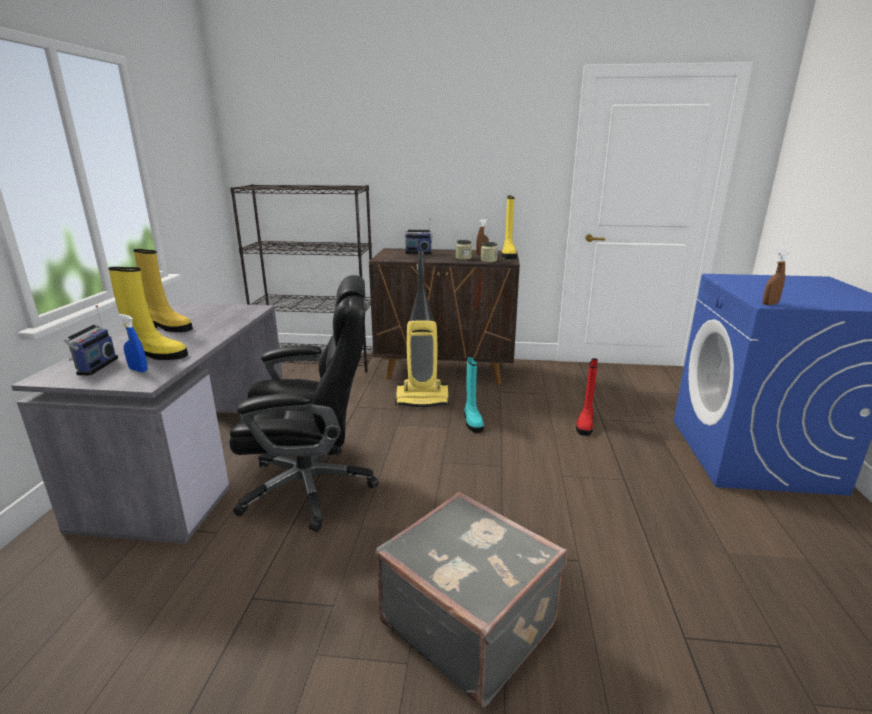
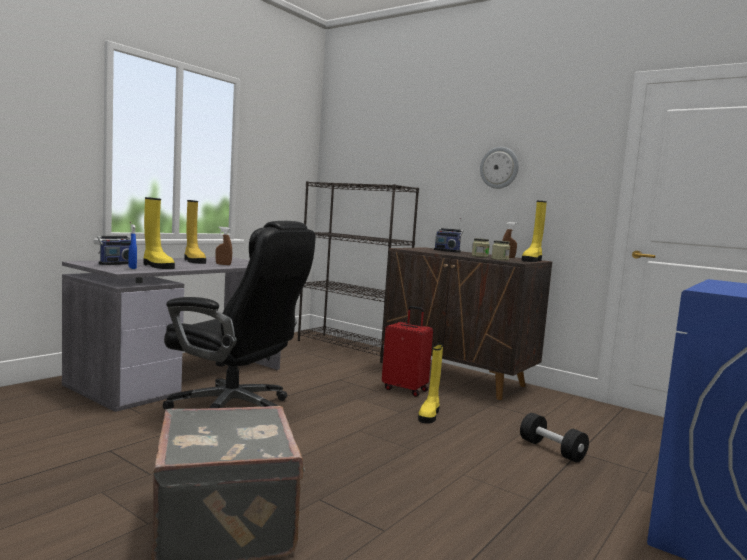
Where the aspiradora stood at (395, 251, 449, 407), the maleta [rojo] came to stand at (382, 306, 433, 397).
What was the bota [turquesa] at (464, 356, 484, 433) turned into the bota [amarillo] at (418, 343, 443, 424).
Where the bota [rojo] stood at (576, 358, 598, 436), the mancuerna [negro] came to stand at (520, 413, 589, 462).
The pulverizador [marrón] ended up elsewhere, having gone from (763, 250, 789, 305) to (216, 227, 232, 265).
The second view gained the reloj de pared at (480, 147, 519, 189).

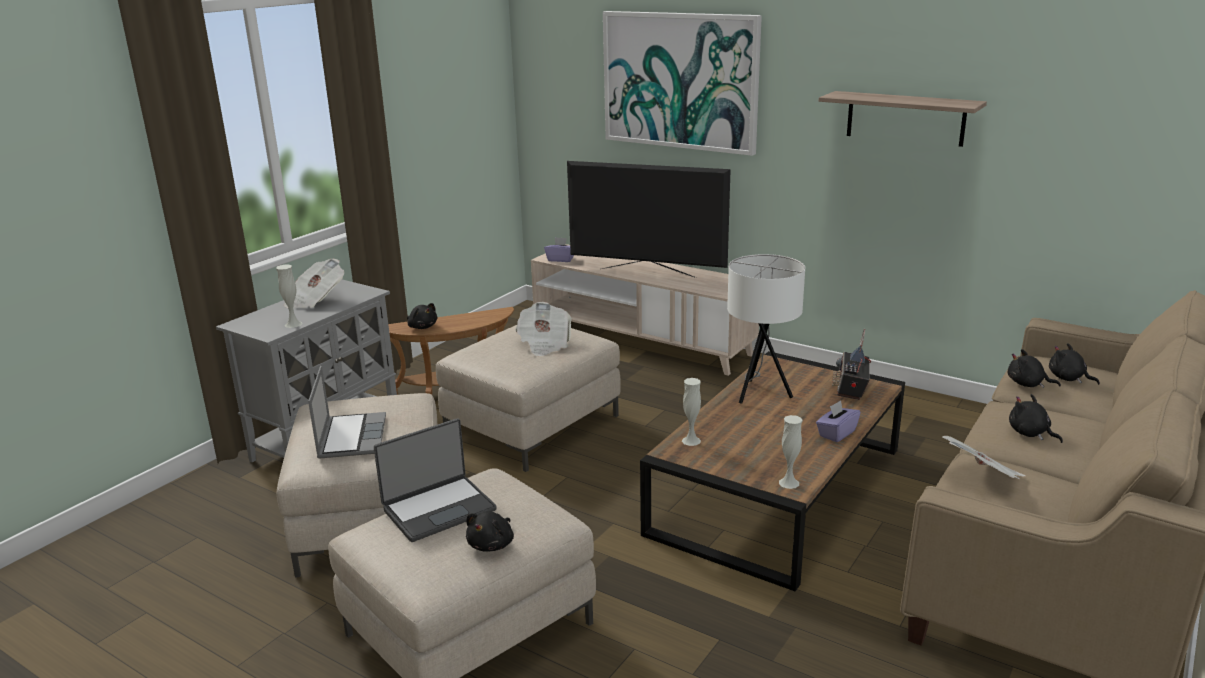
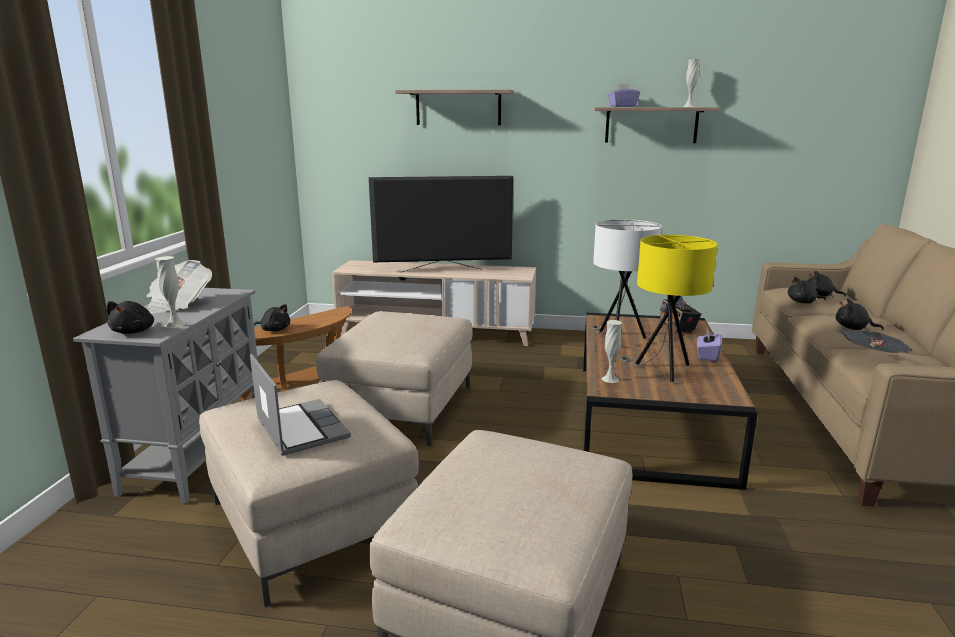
The second view lost the portátil at (374, 418, 497, 542).
The peluche [negro] ended up elsewhere, having gone from (466, 512, 514, 552) to (107, 301, 154, 334).
The second view lost the periódico at (516, 302, 572, 356).
The caja de pañuelos [morado] ended up elsewhere, having gone from (544, 237, 574, 262) to (608, 84, 640, 107).
Where the cuadro hung at (603, 11, 762, 156), the estante came to hang at (395, 90, 514, 125).
The florero [blanco] ended up elsewhere, having gone from (779, 415, 803, 489) to (684, 59, 700, 107).
The second view gained the lámpara de mesa [amarillo] at (620, 235, 718, 382).

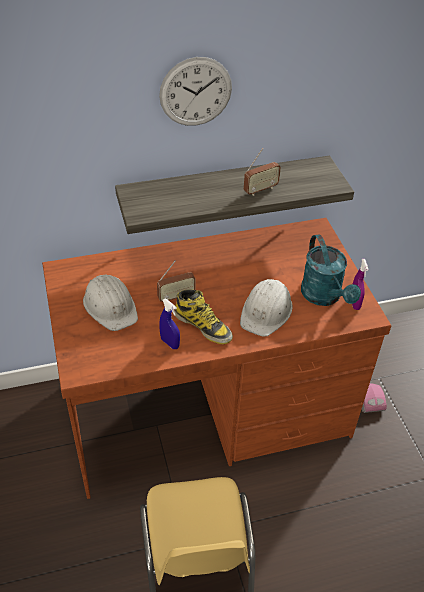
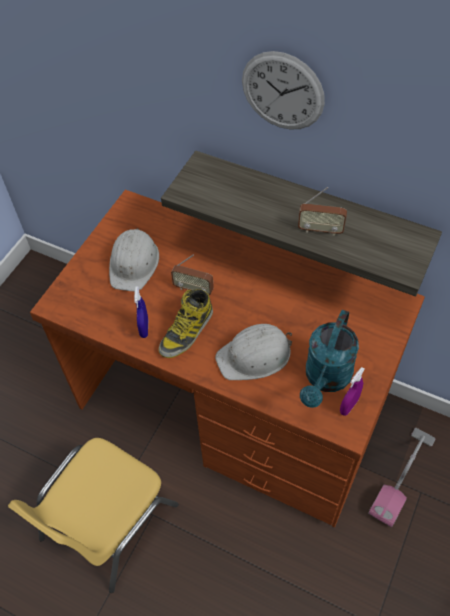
The bota at (174, 289, 233, 344) ended up facing another way, 45 degrees clockwise from before.

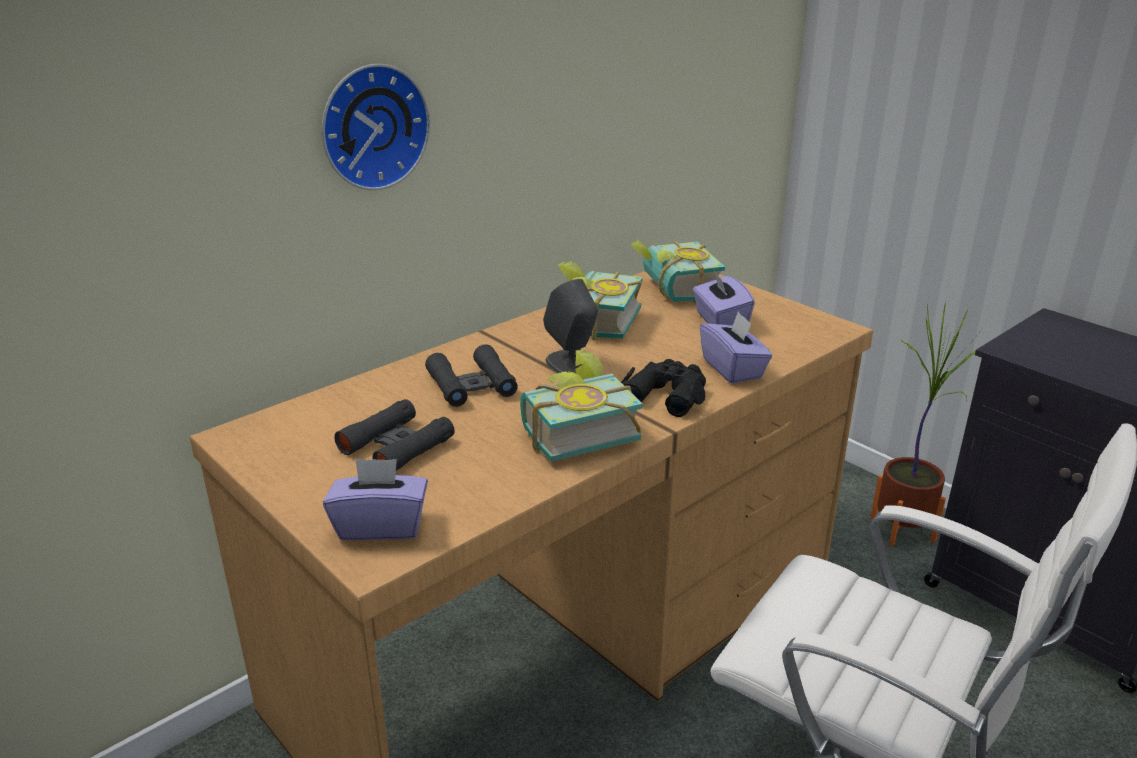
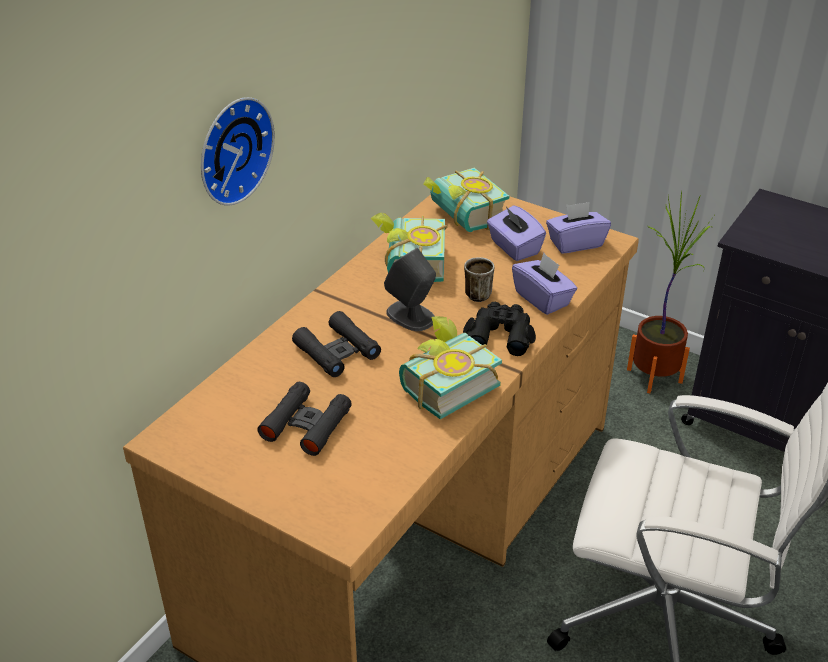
The caja de pañuelos [morado] ended up elsewhere, having gone from (323, 458, 428, 540) to (546, 202, 611, 254).
The second view gained the taza grande at (464, 257, 494, 302).

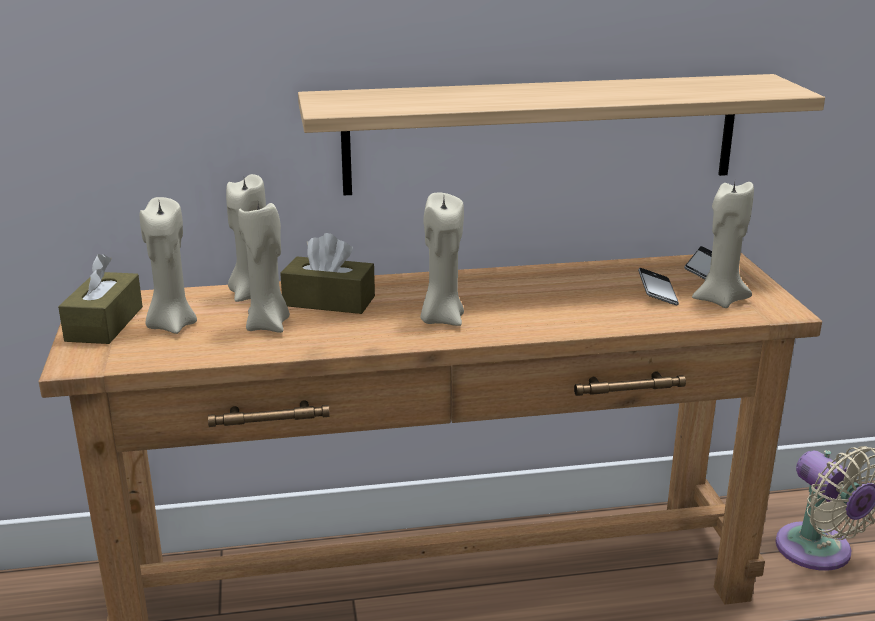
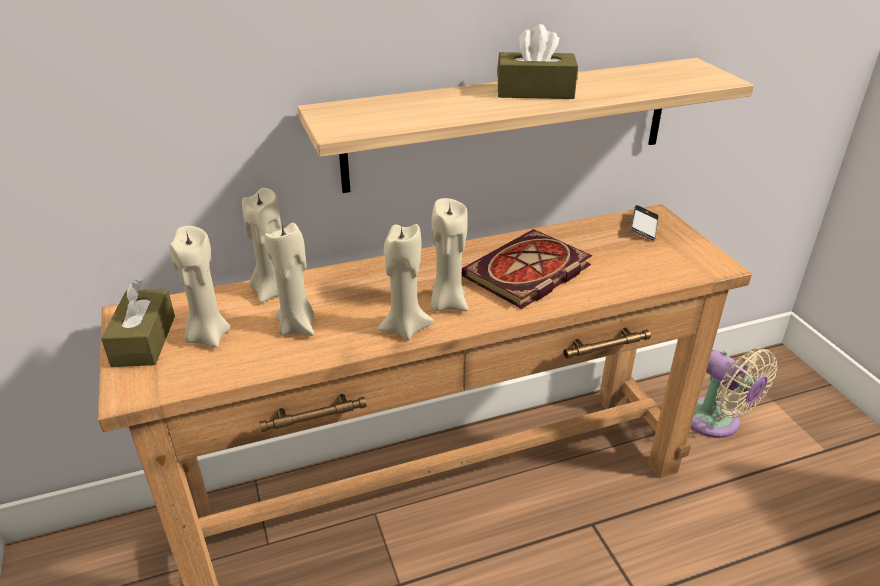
The caja de pañuelos [marrón] ended up elsewhere, having gone from (280, 233, 375, 314) to (497, 24, 578, 99).
The second view lost the móvil at (638, 268, 679, 305).
The vela [beis] ended up elsewhere, having gone from (692, 182, 754, 308) to (377, 224, 434, 340).
The second view gained the libro at (462, 229, 592, 309).

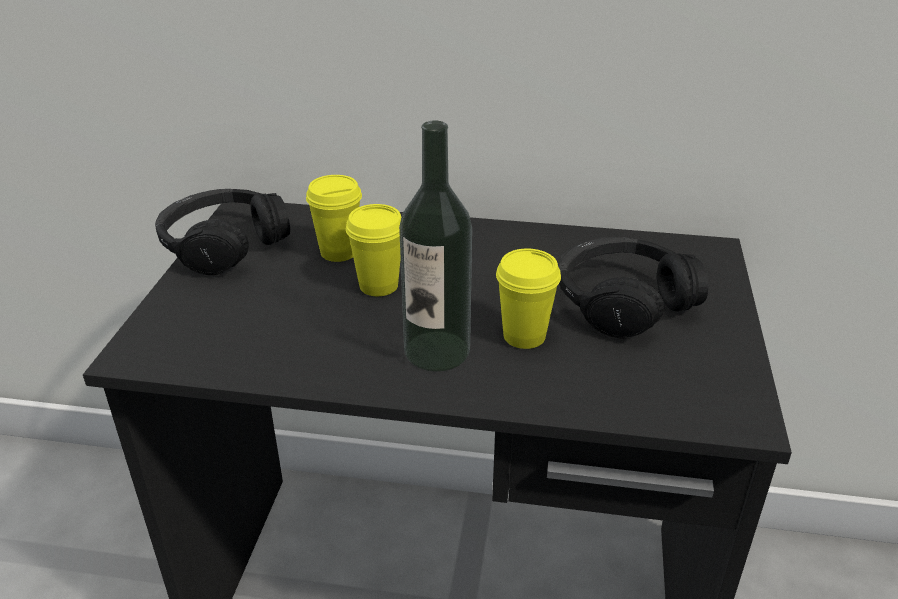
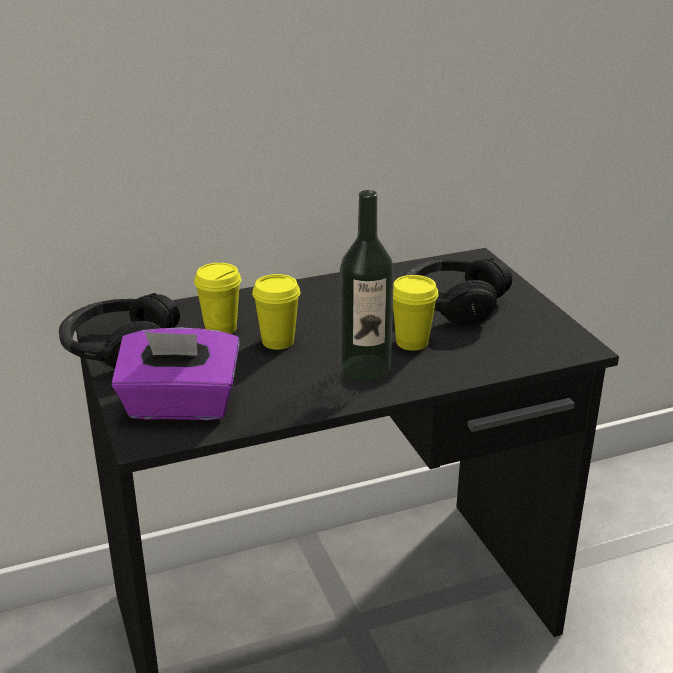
The second view gained the caja de pañuelos [morado] at (111, 327, 240, 420).

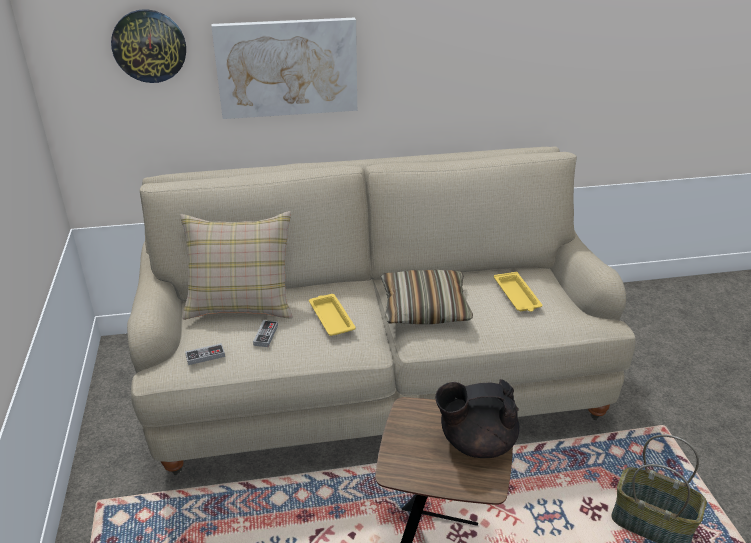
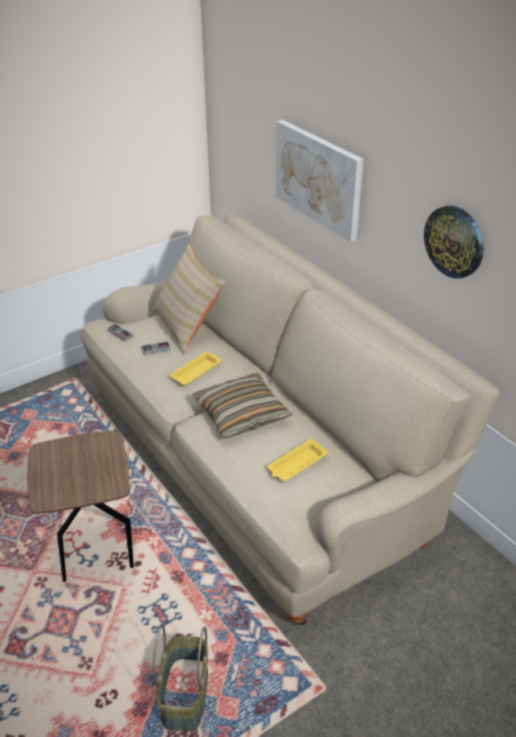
The reloj de pared ended up elsewhere, having gone from (111, 9, 186, 83) to (424, 206, 484, 279).
The second view lost the tetera [negro] at (435, 379, 519, 458).

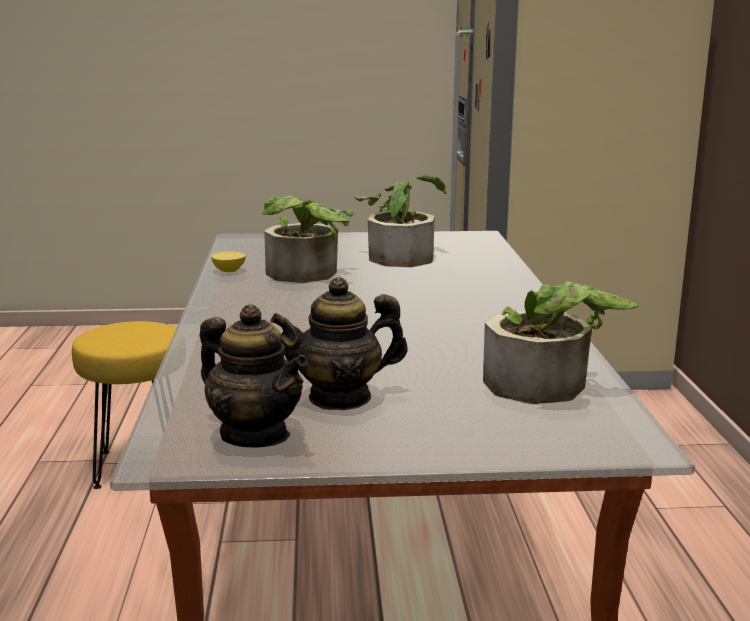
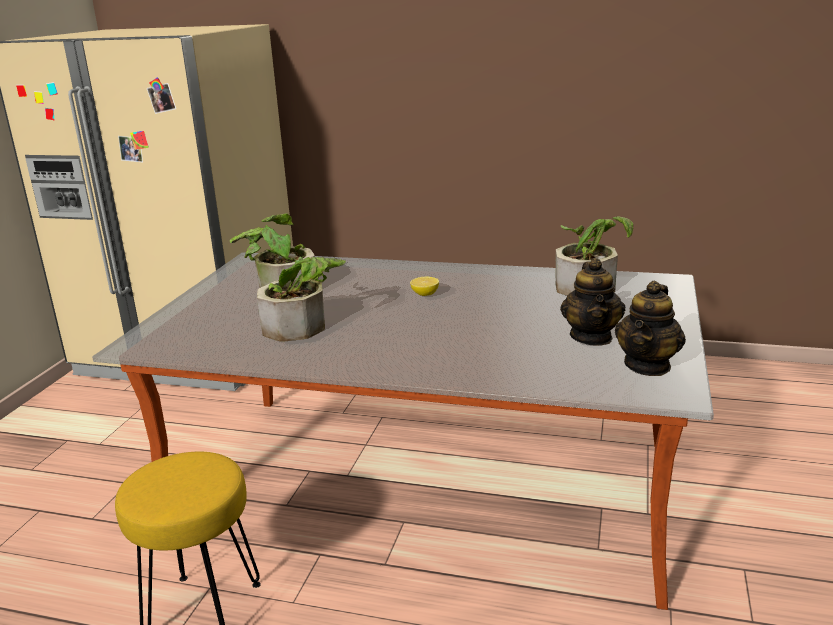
The tetera at (200, 304, 308, 448) ended up facing another way, 150 degrees clockwise from before.
The limón ended up elsewhere, having gone from (211, 251, 246, 272) to (410, 277, 439, 296).

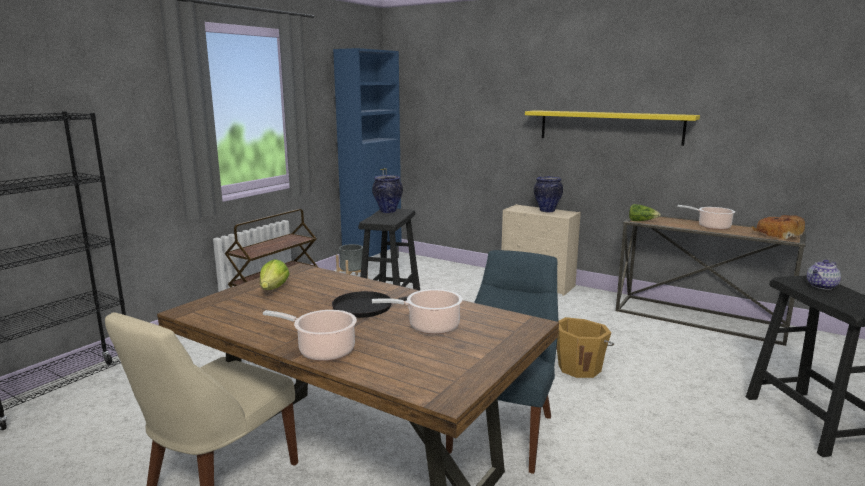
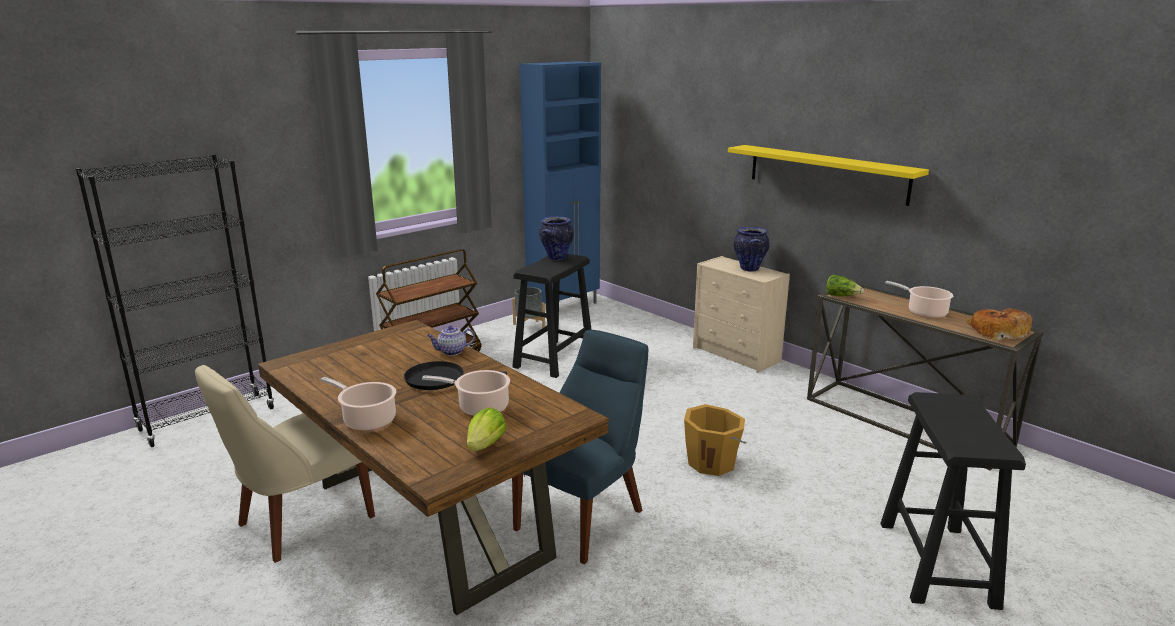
The lechuga ended up elsewhere, having gone from (260, 259, 290, 290) to (467, 408, 507, 451).
The tetera ended up elsewhere, having gone from (807, 260, 841, 290) to (427, 325, 475, 356).

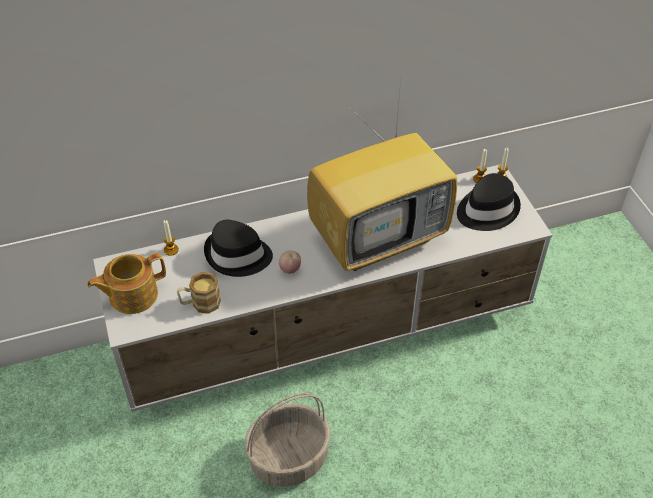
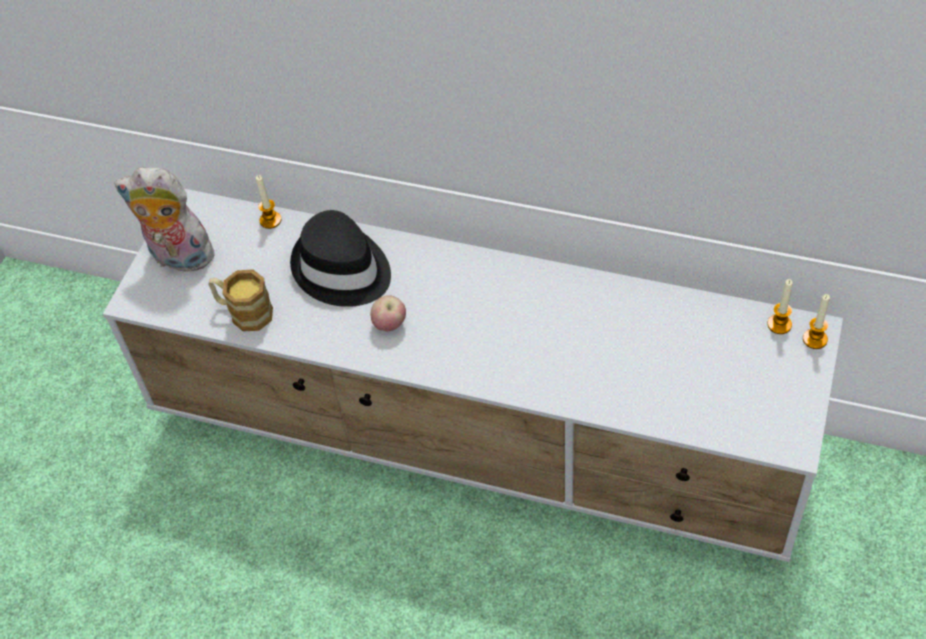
Where the tetera stood at (87, 253, 166, 314), the peluche came to stand at (114, 167, 217, 272).
The second view lost the cesta at (244, 393, 330, 487).
The second view lost the televisor at (307, 81, 457, 271).
The second view lost the sombrero [negro] at (457, 173, 521, 231).

